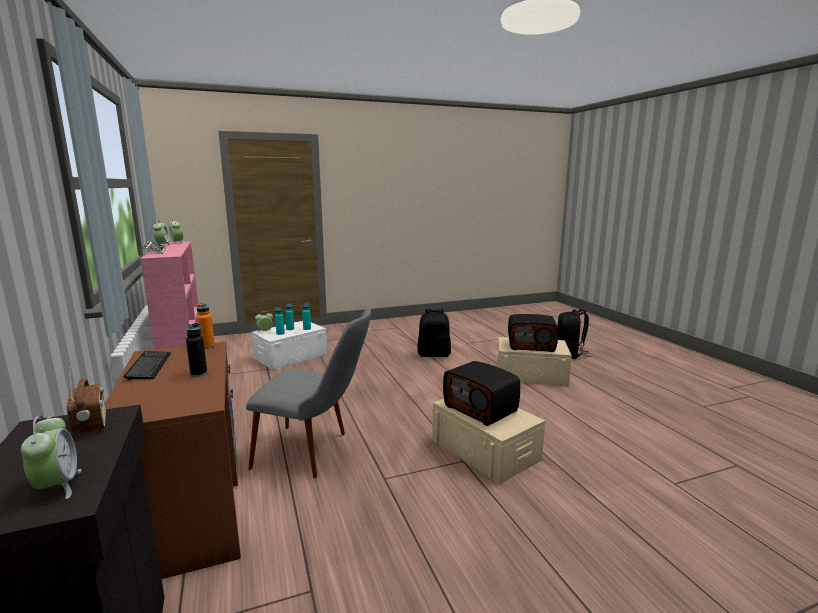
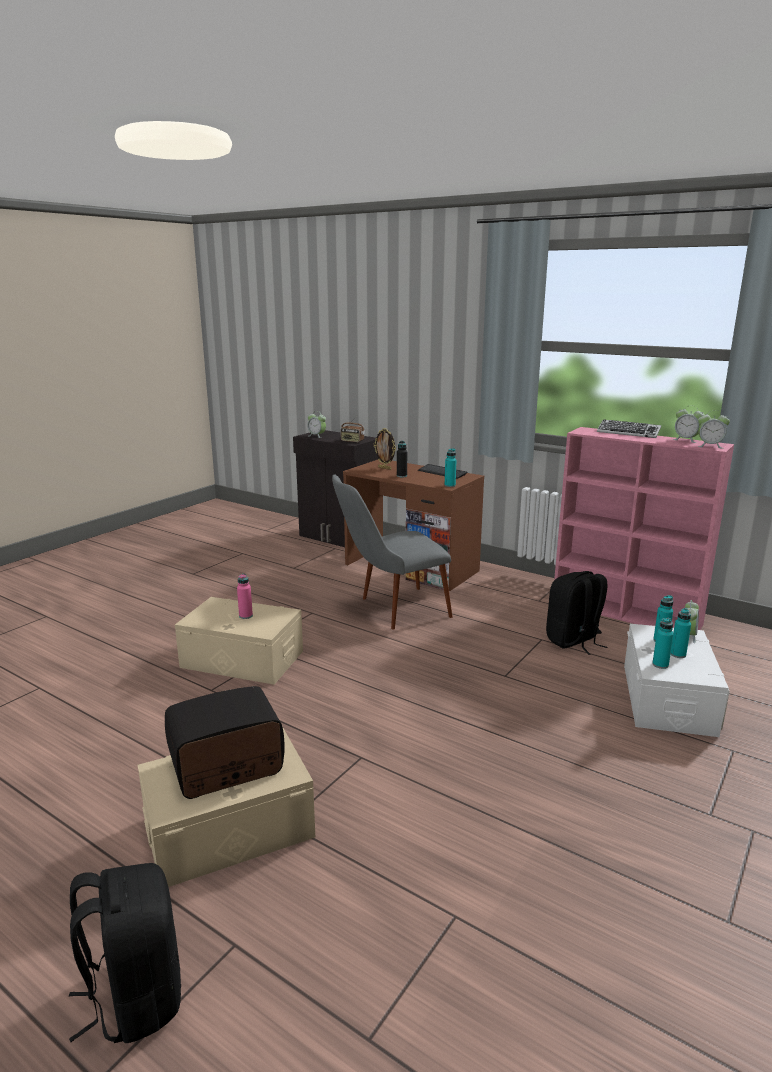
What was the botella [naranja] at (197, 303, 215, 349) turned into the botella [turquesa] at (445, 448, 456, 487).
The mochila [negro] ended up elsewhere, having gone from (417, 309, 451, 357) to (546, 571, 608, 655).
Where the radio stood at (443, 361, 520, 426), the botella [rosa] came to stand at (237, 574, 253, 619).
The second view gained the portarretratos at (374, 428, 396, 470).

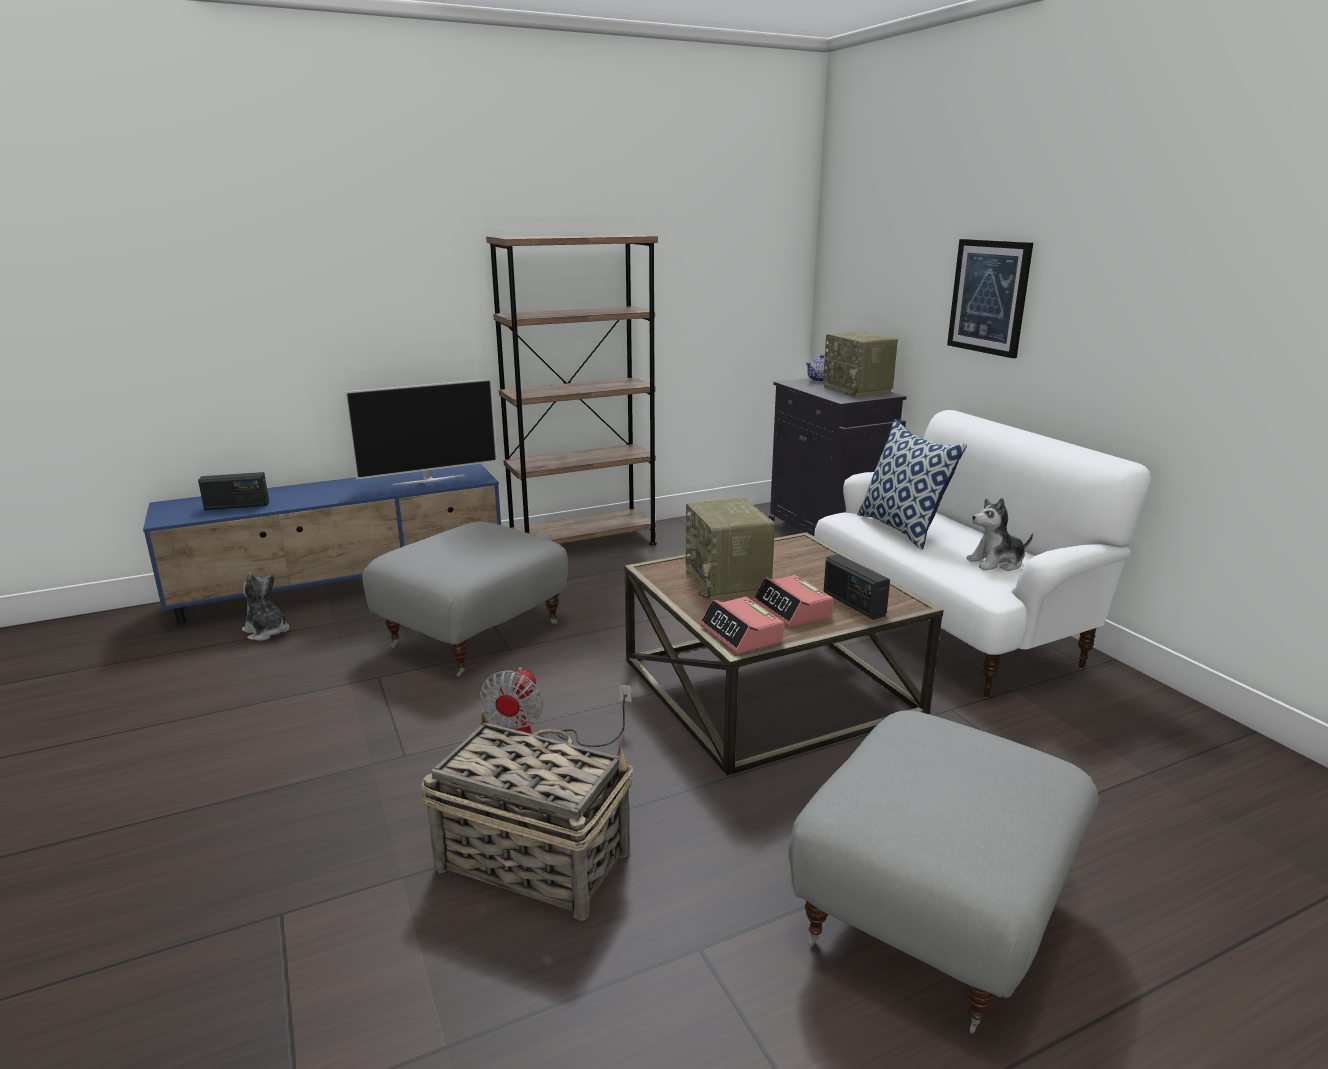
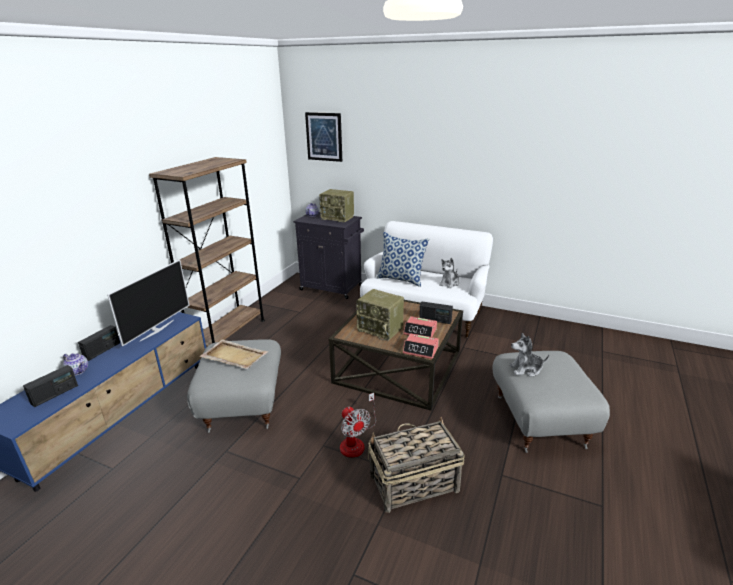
The peluche ended up elsewhere, having gone from (242, 572, 290, 641) to (509, 333, 549, 377).
The cuadro ended up elsewhere, having gone from (947, 239, 1033, 358) to (305, 112, 342, 162).
The second view gained the tetera at (63, 353, 88, 375).
The second view gained the radio at (78, 325, 120, 361).
The second view gained the bandeja [beis] at (200, 339, 269, 369).

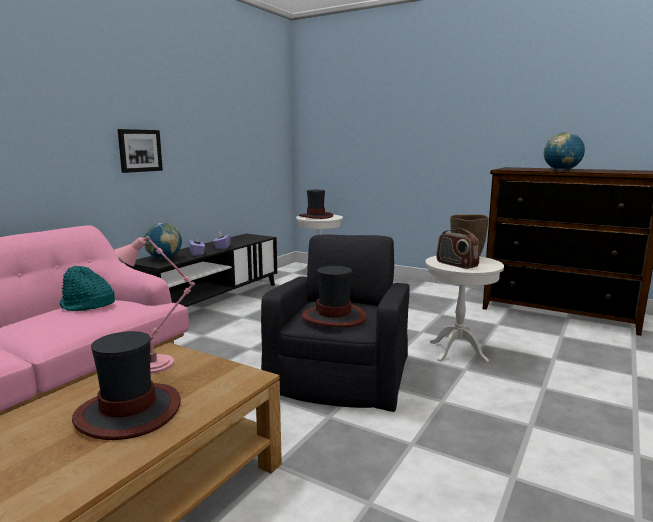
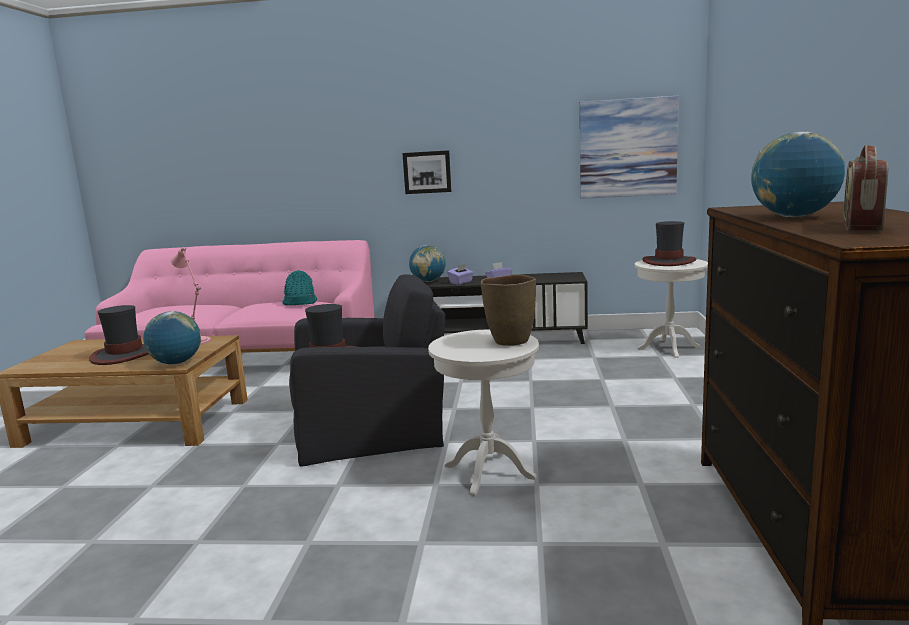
The radio ended up elsewhere, having gone from (436, 228, 479, 269) to (843, 145, 889, 231).
The second view gained the globo terráqueo at (143, 311, 201, 364).
The second view gained the cuadro at (580, 96, 679, 199).

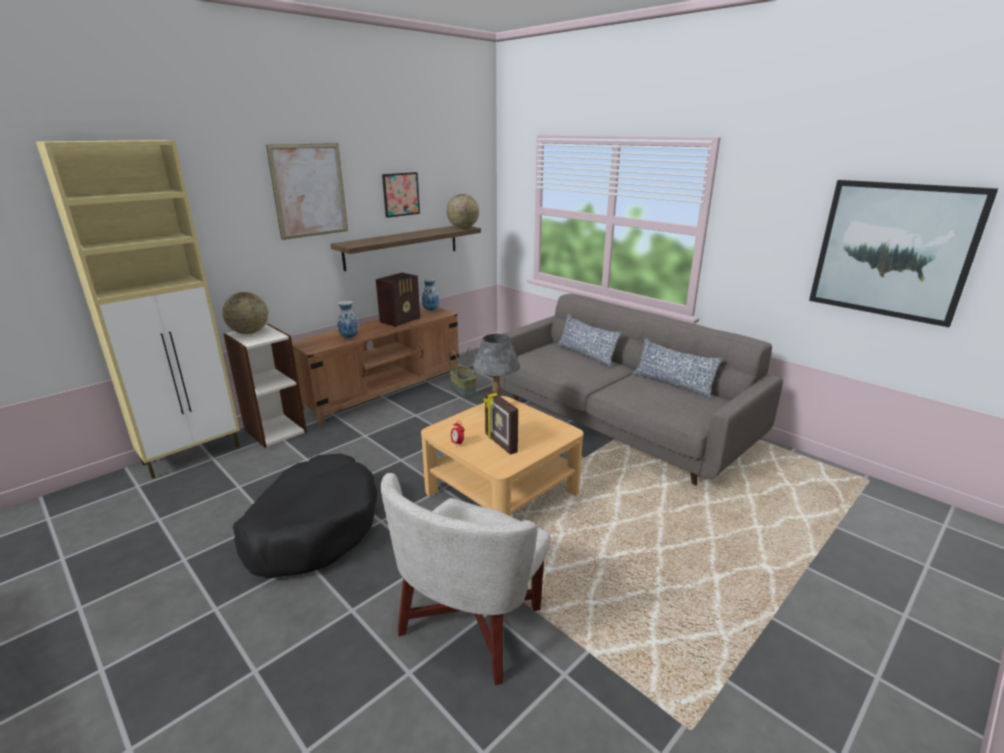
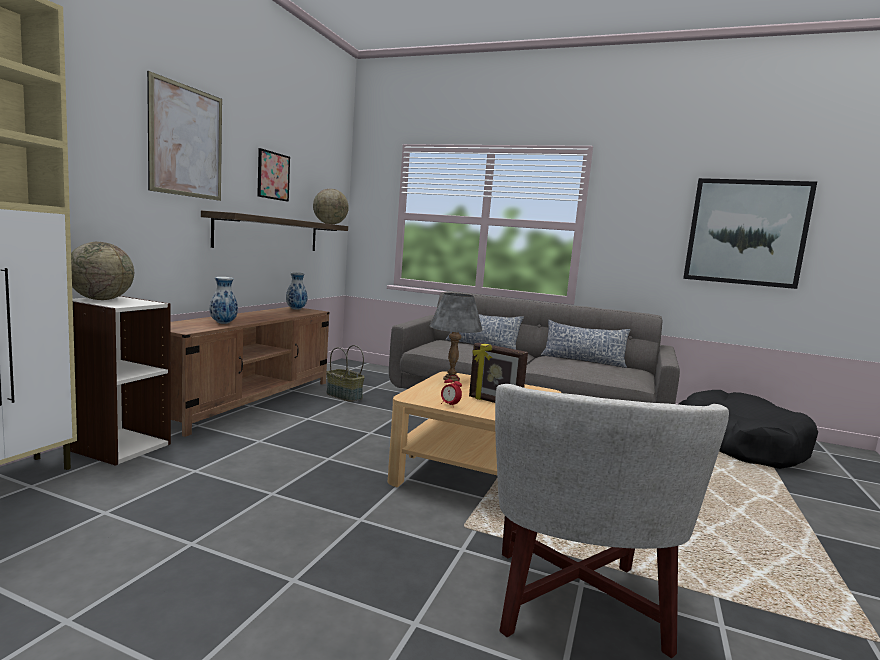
The cama para perro [negro] ended up elsewhere, having gone from (233, 453, 378, 578) to (678, 390, 818, 469).
The second view lost the radio at (376, 273, 420, 327).

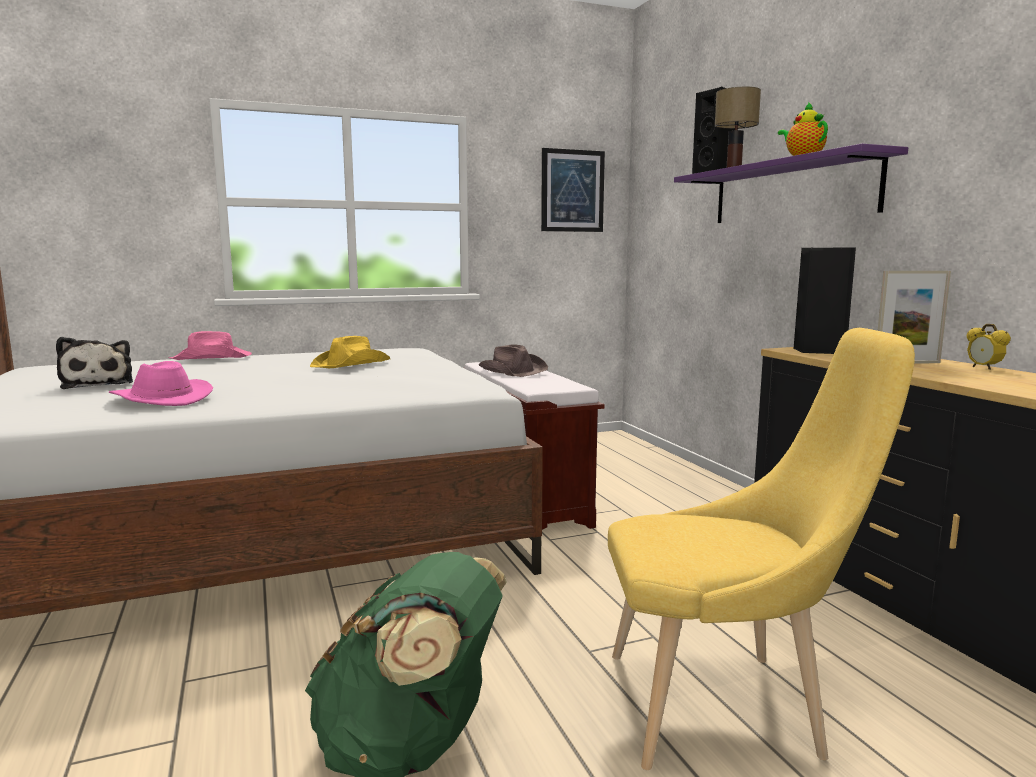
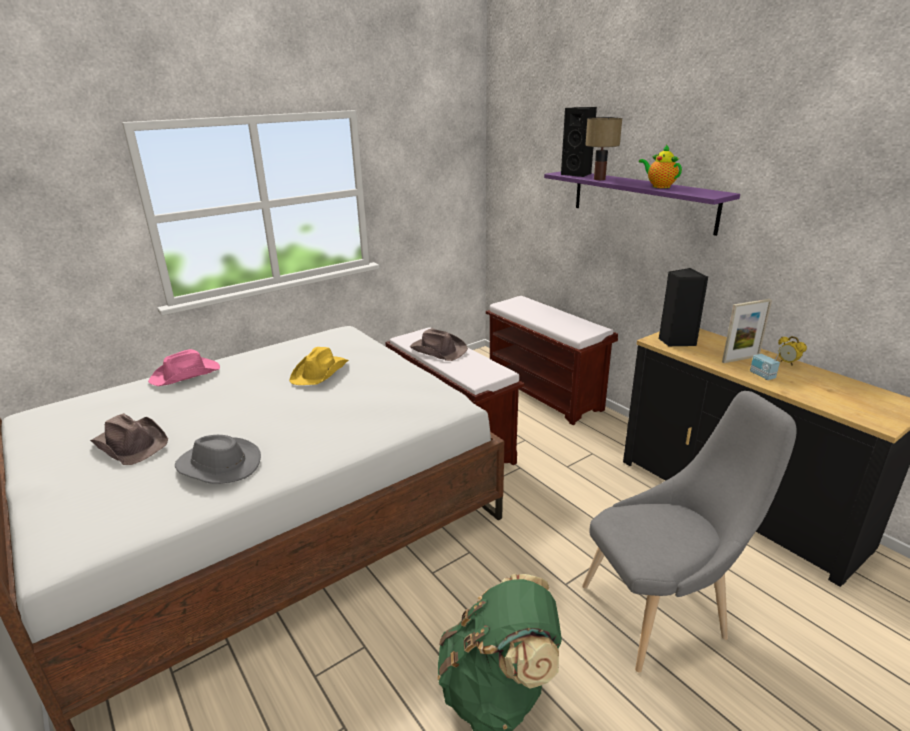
Where the peluche stood at (56, 337, 133, 389), the sombrero [marrón] came to stand at (90, 413, 168, 465).
What was the sombrero [rosa] at (109, 361, 213, 406) turned into the sombrero [gris] at (175, 435, 261, 484).
The second view lost the cuadro at (541, 148, 605, 232).
What was the silla [amarillo] at (608, 328, 915, 770) turned into the silla [gris] at (582, 391, 797, 672).
The second view gained the banco [marrón] at (486, 296, 618, 425).
The second view gained the radio at (750, 342, 784, 380).

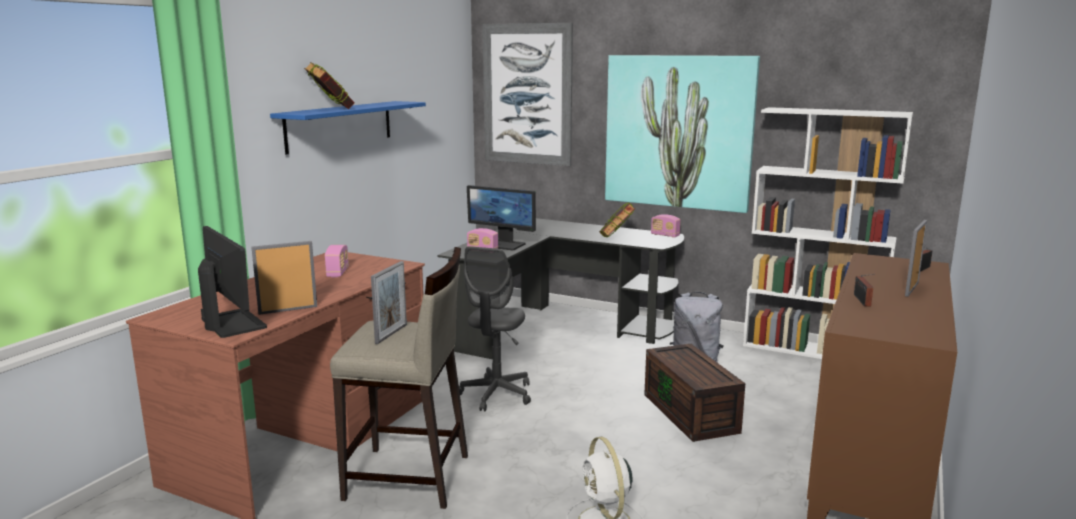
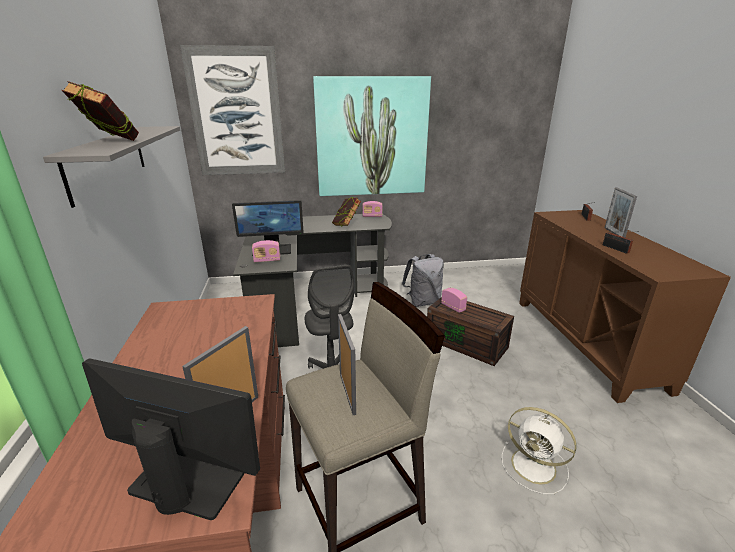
What was the estante [azul] at (270, 101, 426, 155) turned into the estante [gris] at (43, 126, 180, 208).
The radio ended up elsewhere, having gone from (325, 245, 349, 277) to (441, 288, 467, 313).
The second view lost the estantería [blanco] at (743, 107, 913, 359).

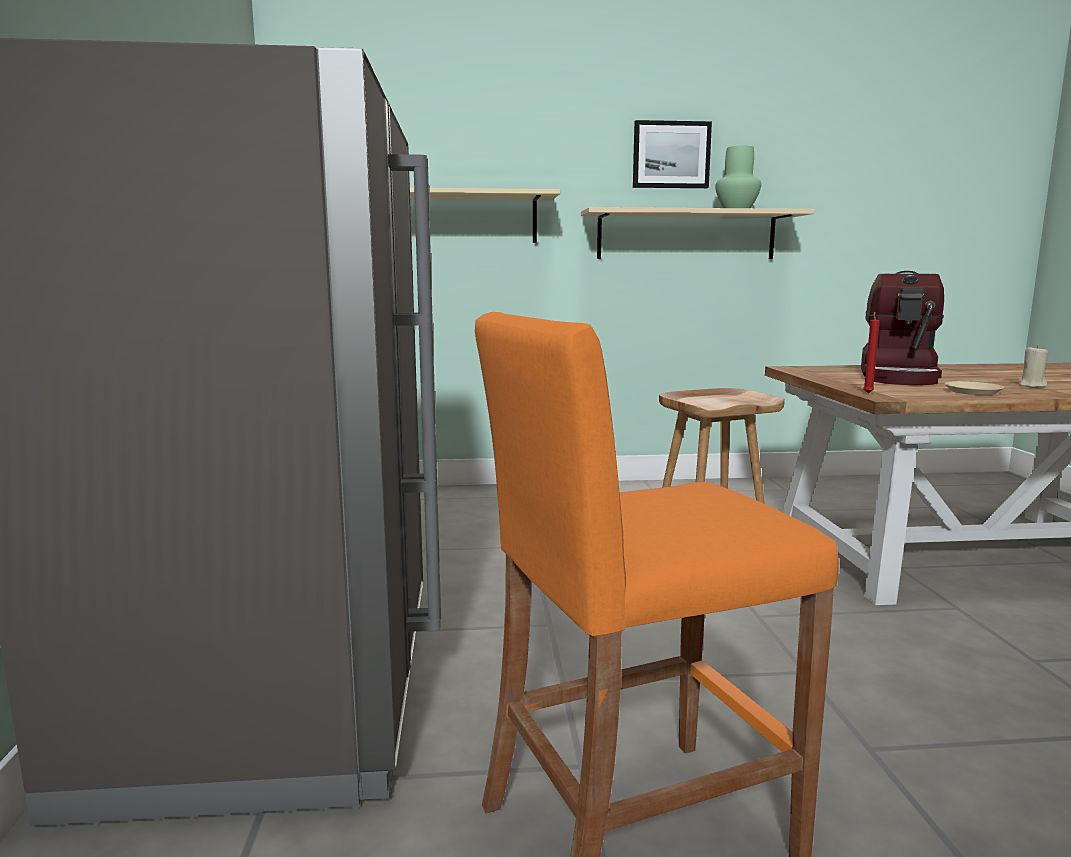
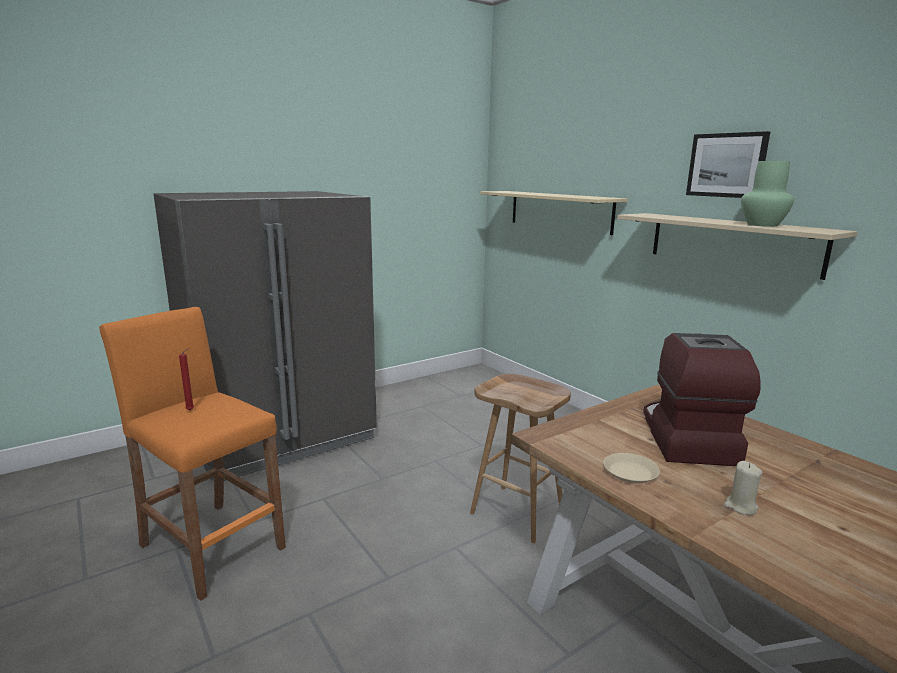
The cafetera at (861, 271, 944, 385) ended up facing another way, 105 degrees clockwise from before.
The vela [rojo] ended up elsewhere, having gone from (863, 312, 880, 393) to (179, 348, 194, 411).

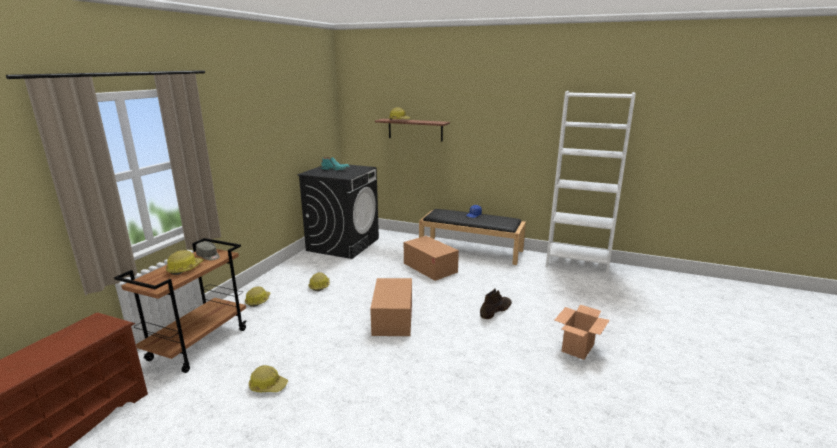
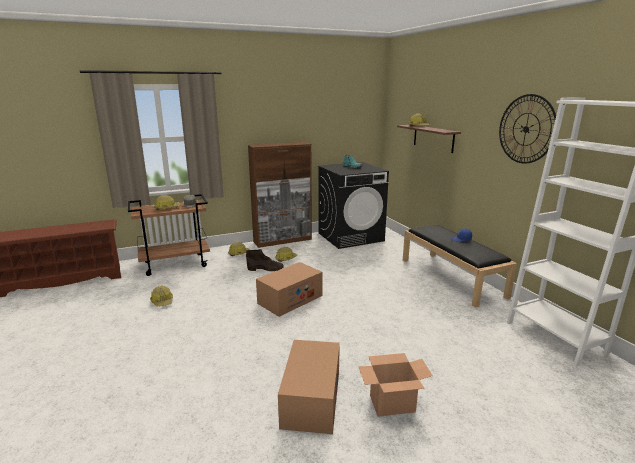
The caja de cartón ended up elsewhere, having gone from (404, 236, 459, 281) to (278, 340, 340, 434).
The bota [marrón] ended up elsewhere, having gone from (480, 288, 512, 319) to (246, 249, 284, 271).
The second view gained the armario [marrón] at (248, 142, 312, 248).
The second view gained the reloj de pared at (499, 94, 556, 164).

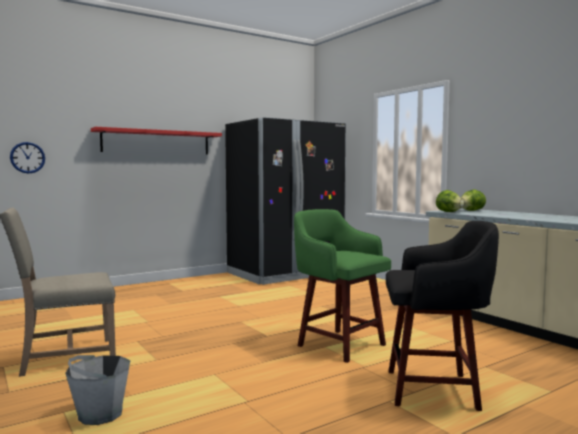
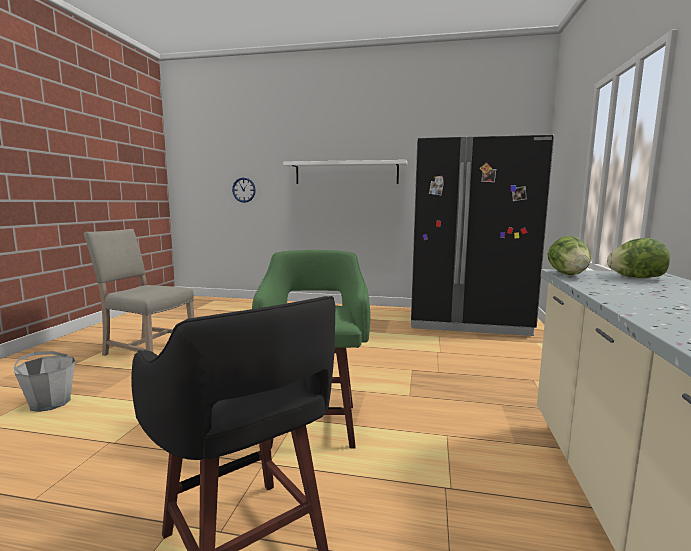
What was the estante [rojo] at (91, 127, 222, 155) turned into the estante [blanco] at (283, 160, 407, 184).

